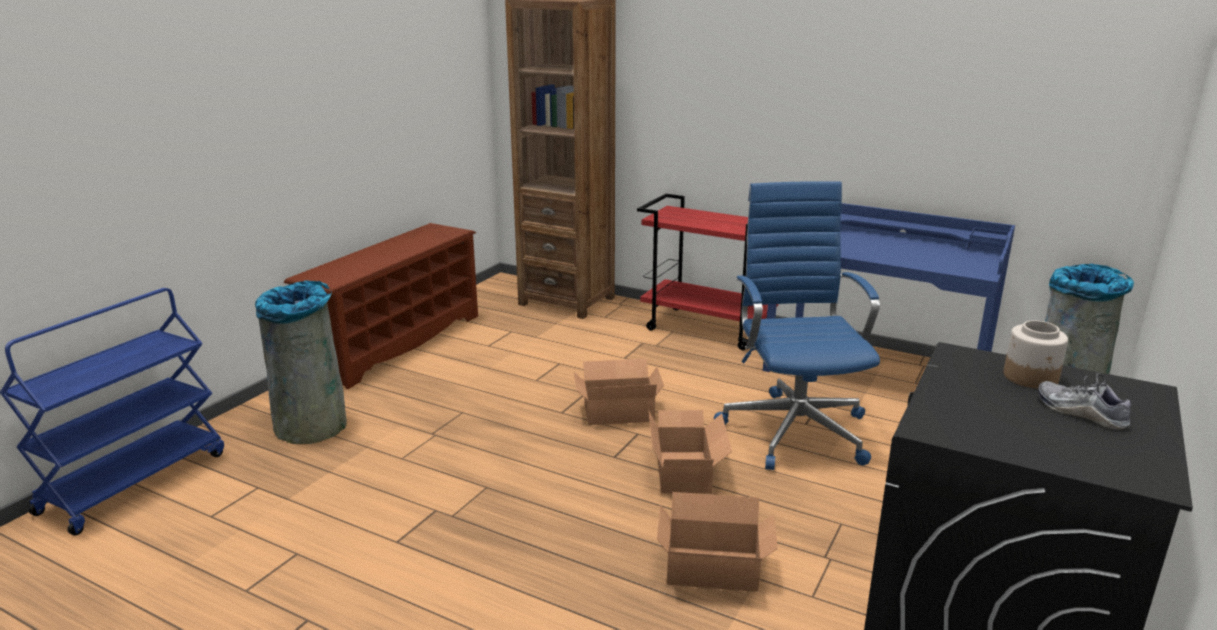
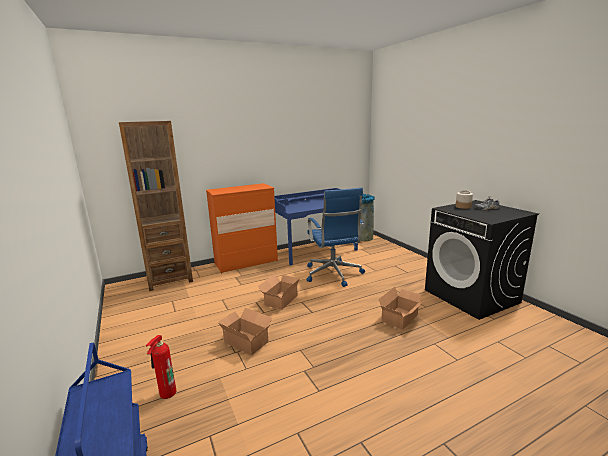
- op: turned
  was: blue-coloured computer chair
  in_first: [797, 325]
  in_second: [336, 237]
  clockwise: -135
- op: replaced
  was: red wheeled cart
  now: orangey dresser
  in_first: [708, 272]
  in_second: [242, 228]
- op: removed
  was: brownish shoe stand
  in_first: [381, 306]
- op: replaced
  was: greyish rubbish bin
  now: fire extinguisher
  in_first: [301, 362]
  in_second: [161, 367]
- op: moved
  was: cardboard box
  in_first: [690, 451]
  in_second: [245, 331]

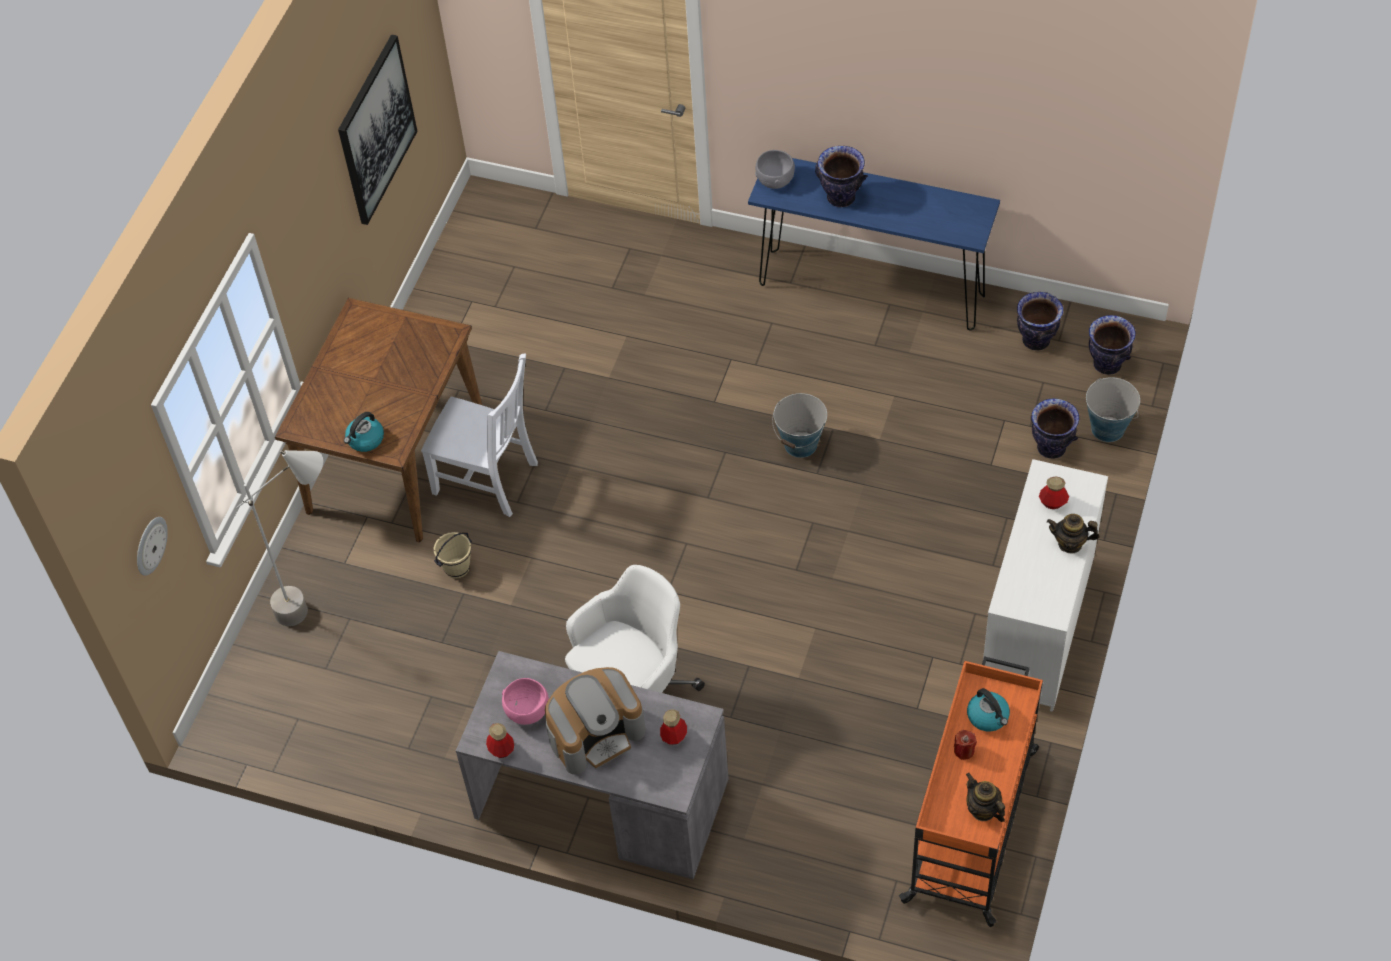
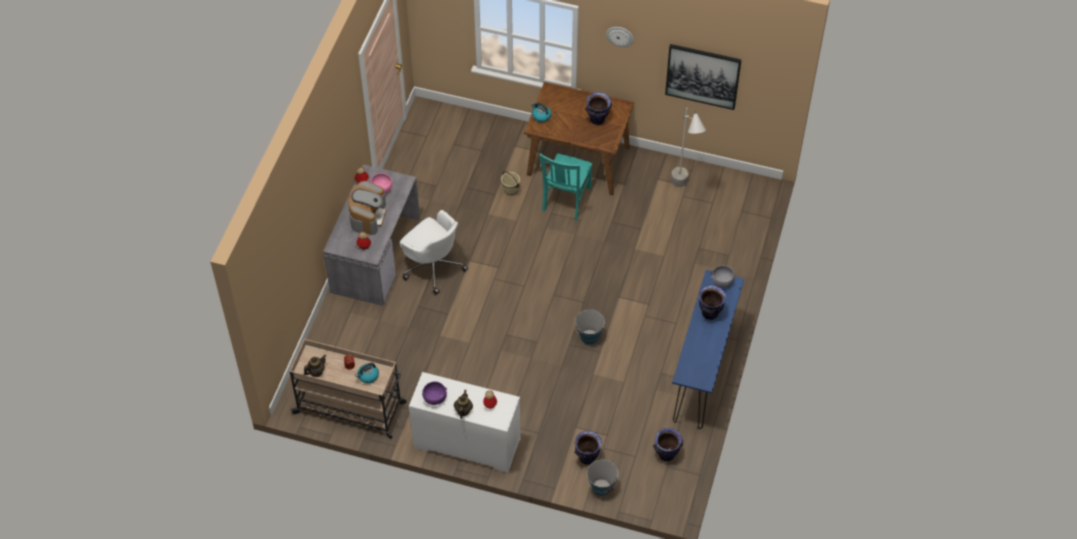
- op: moved
  was: decorative vase
  in_first: [1112, 345]
  in_second: [598, 108]
- op: recoloured
  was: whitish upright chair
  now: turquoise upright chair
  in_first: [479, 435]
  in_second: [565, 186]
- op: moved
  was: greyish floor lamp
  in_first: [279, 538]
  in_second: [688, 147]
- op: moved
  was: wall clock
  in_first: [152, 546]
  in_second: [620, 37]
- op: recoloured
  was: orangey wheeled cart
  now: beige-coloured wheeled cart
  in_first: [971, 791]
  in_second: [348, 389]
- op: turned
  was: coffee brewer
  in_first: [595, 721]
  in_second: [367, 208]
  clockwise: -135
- op: added
  now: purplish deep dish
  in_second: [434, 393]

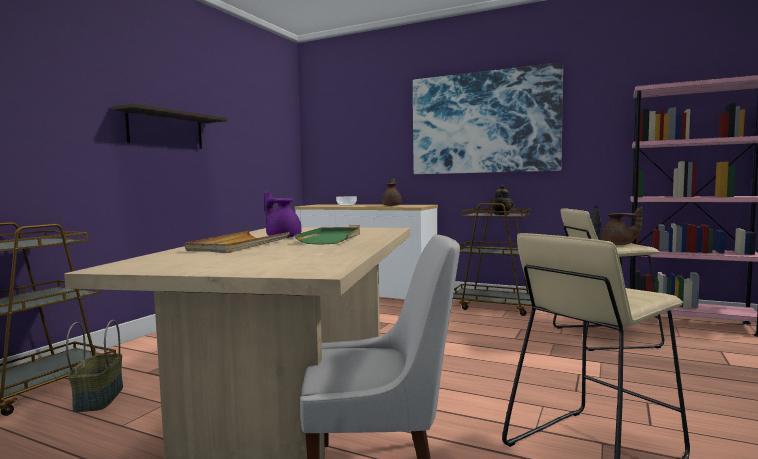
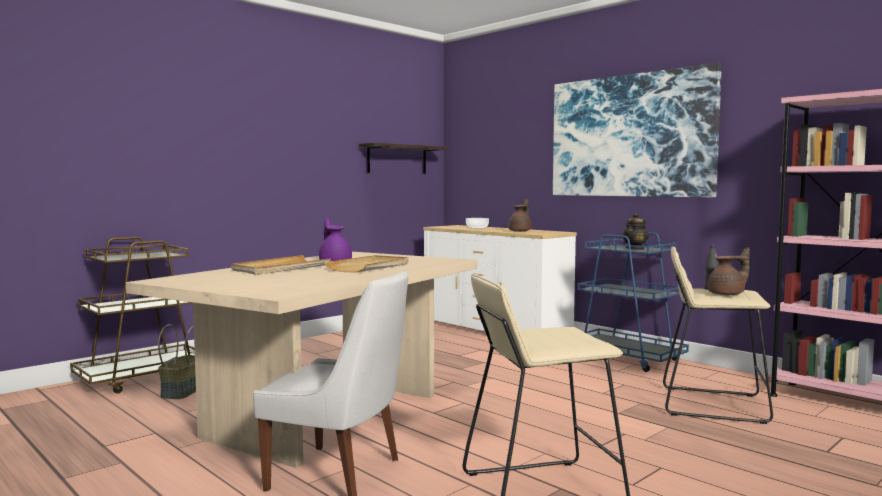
- op: moved
  was: shelf
  in_first: [170, 126]
  in_second: [403, 158]
- op: recoloured
  was: brownish wheeled cart
  now: blue-coloured wheeled cart
  in_first: [494, 259]
  in_second: [633, 302]
- op: turned
  was: brownish tea pot
  in_first: [622, 225]
  in_second: [728, 271]
  clockwise: -60
- op: recoloured
  was: greenish carrying tray
  now: beige-coloured carrying tray
  in_first: [327, 236]
  in_second: [366, 263]

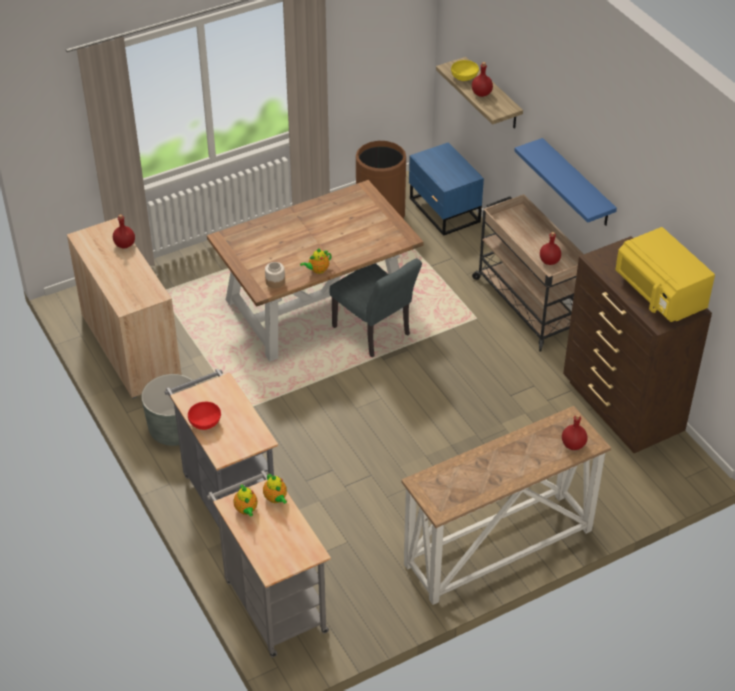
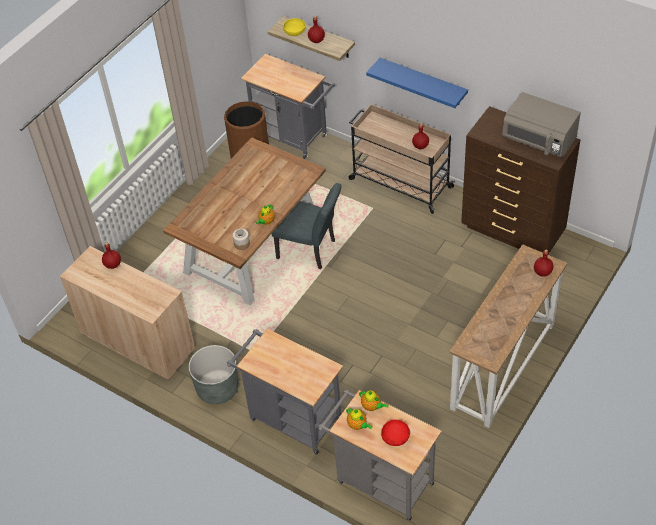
- op: replaced
  was: blue-coloured bedside table
  now: greyish wheeled cart
  in_first: [446, 189]
  in_second: [288, 106]
- op: recoloured
  was: yellowish kitchen microwave
  now: greyish kitchen microwave
  in_first: [665, 274]
  in_second: [541, 124]
- op: moved
  was: red deep dish
  in_first: [204, 416]
  in_second: [395, 433]

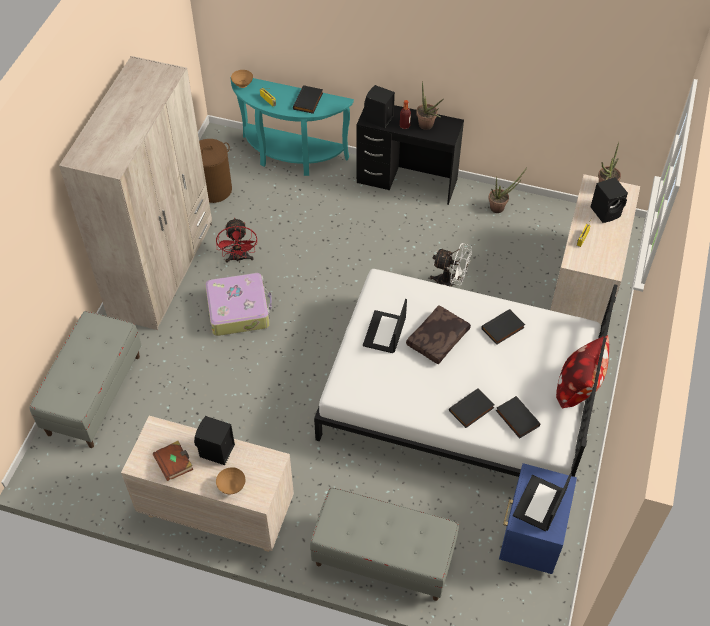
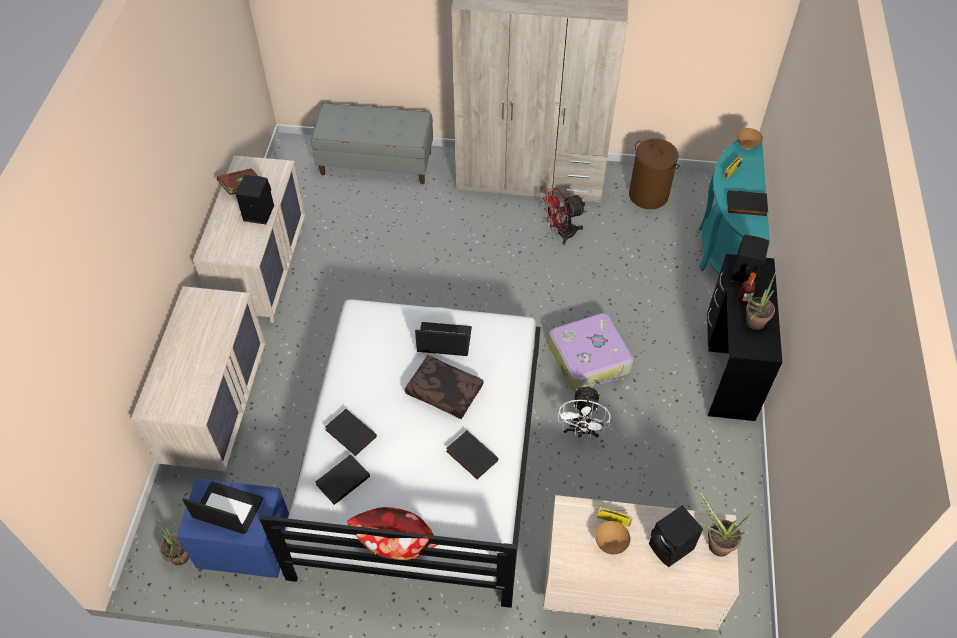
- op: moved
  was: houseplant
  in_first: [507, 190]
  in_second: [172, 542]
- op: moved
  was: suitcase
  in_first: [238, 304]
  in_second: [590, 352]
- op: moved
  was: brownish deep dish
  in_first: [231, 480]
  in_second: [612, 537]
- op: replaced
  was: greyish bench
  now: beige-coloured dresser
  in_first: [384, 544]
  in_second: [198, 380]

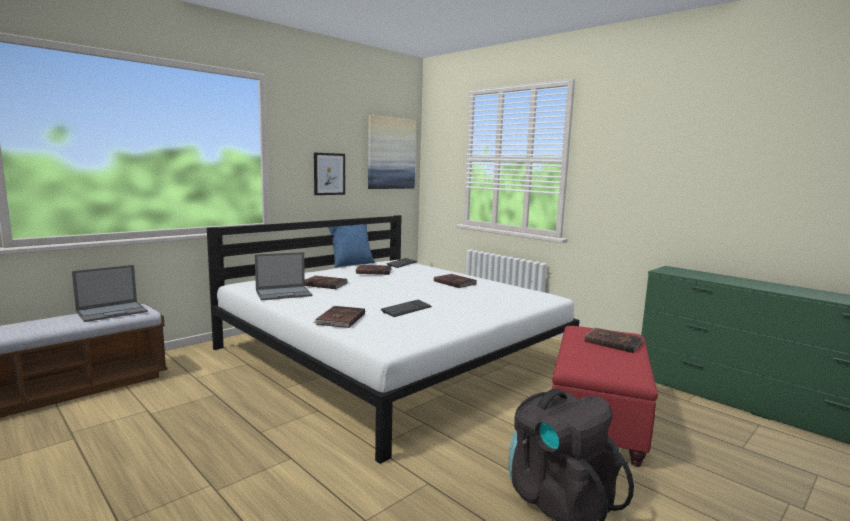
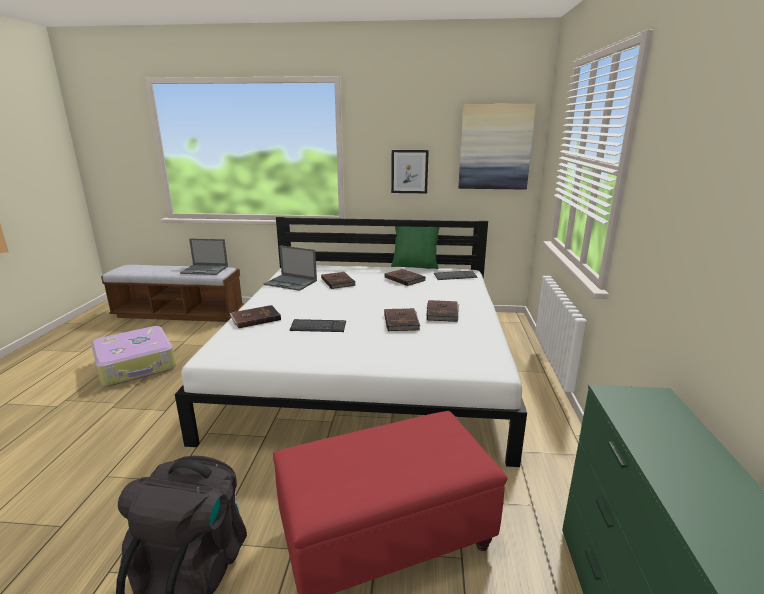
- op: recoloured
  was: blue-coloured cushion
  now: greenish cushion
  in_first: [351, 246]
  in_second: [415, 247]
- op: moved
  was: brownish book
  in_first: [613, 340]
  in_second: [402, 319]
- op: added
  now: suitcase
  in_second: [133, 356]

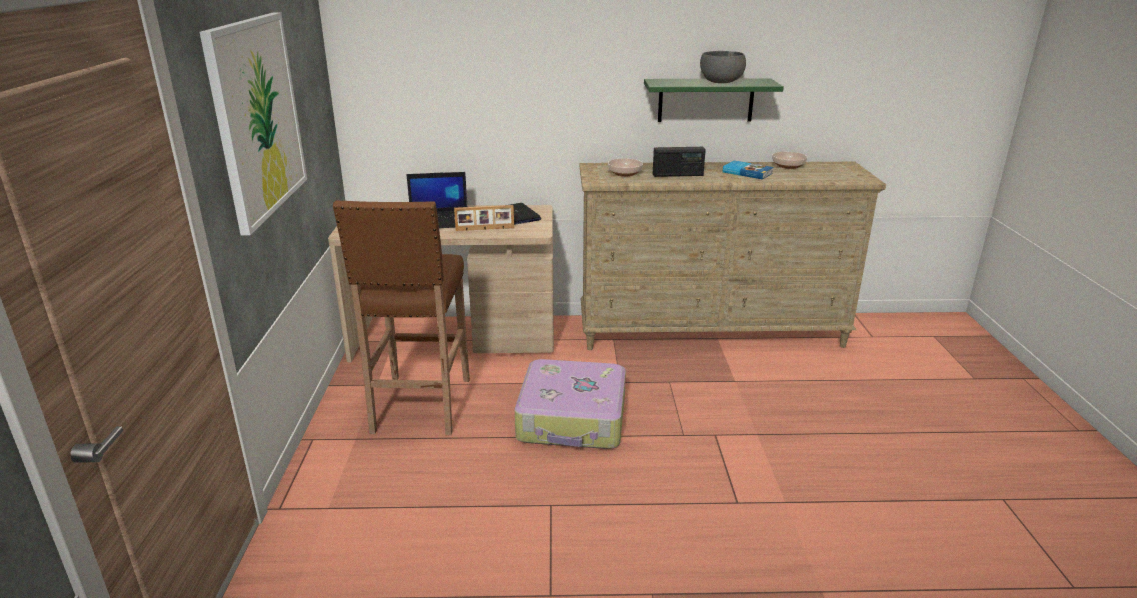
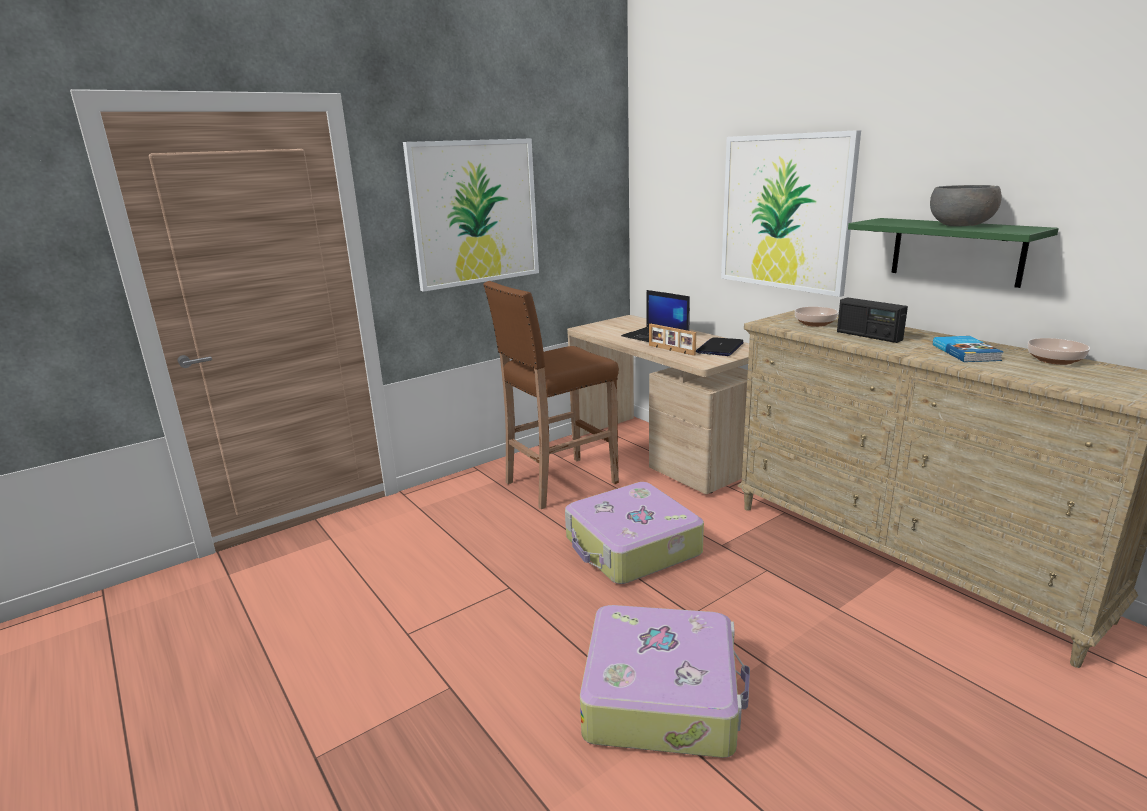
- op: added
  now: wall art
  in_second: [791, 213]
- op: added
  now: suitcase
  in_second: [665, 681]

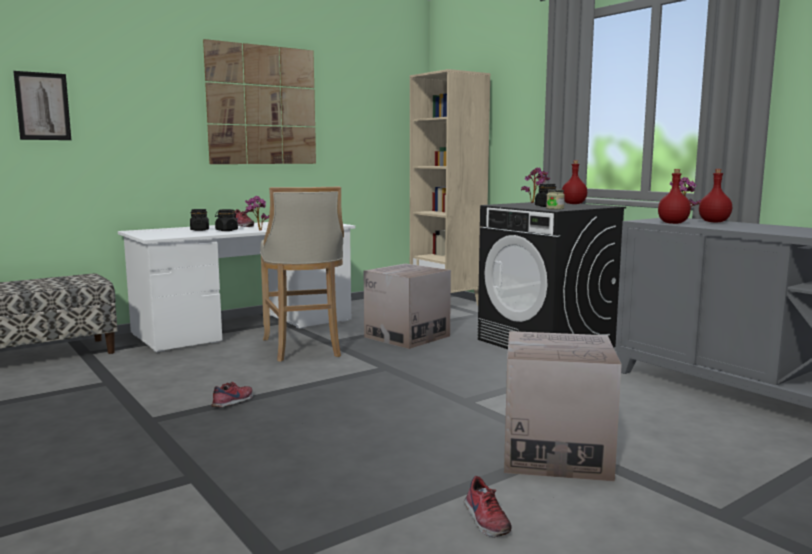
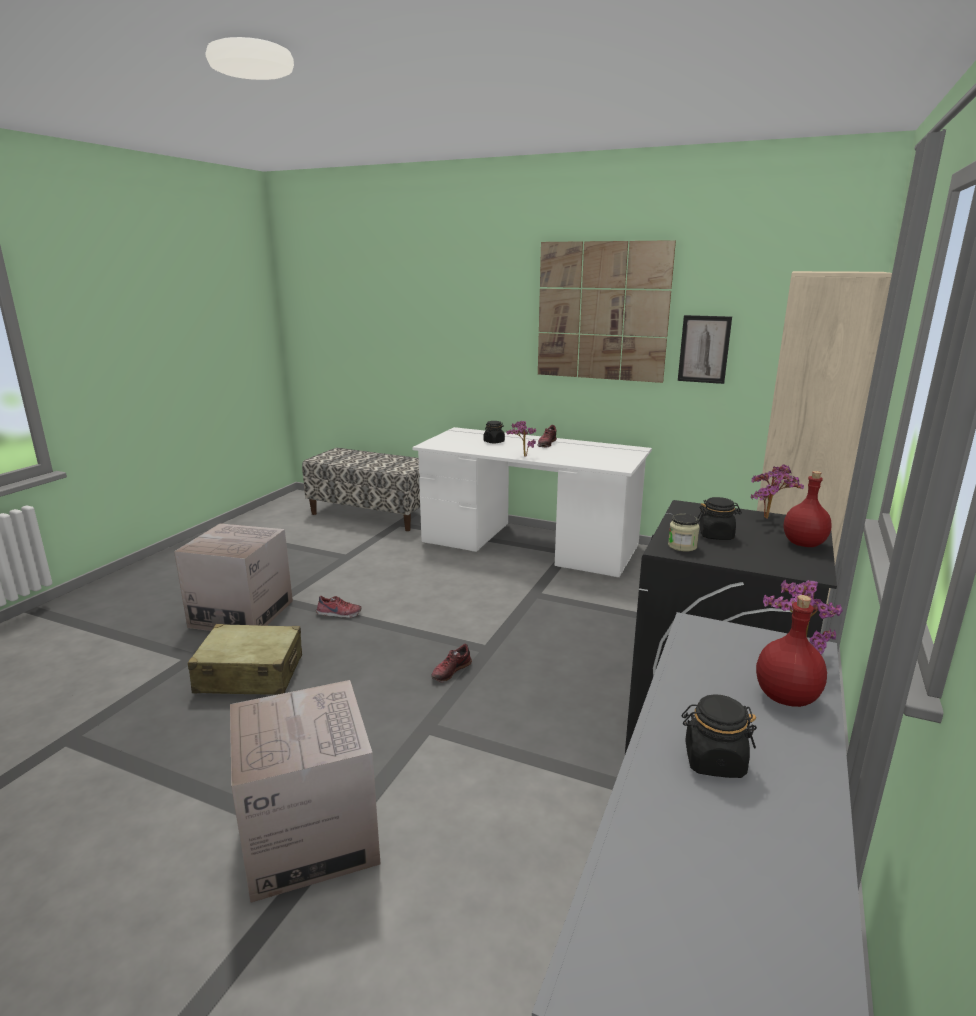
- op: moved
  was: wall art
  in_first: [42, 105]
  in_second: [705, 349]
- op: removed
  was: red bottle
  in_first: [674, 196]
- op: removed
  was: beige-coloured sitting stool
  in_first: [302, 274]
- op: moved
  was: black storage jar
  in_first: [226, 220]
  in_second: [719, 736]
- op: moved
  was: cardboard box
  in_first: [407, 306]
  in_second: [233, 577]
- op: moved
  was: low shoe
  in_first: [487, 507]
  in_second: [451, 663]
- op: added
  now: beige-coloured suitcase
  in_second: [245, 659]

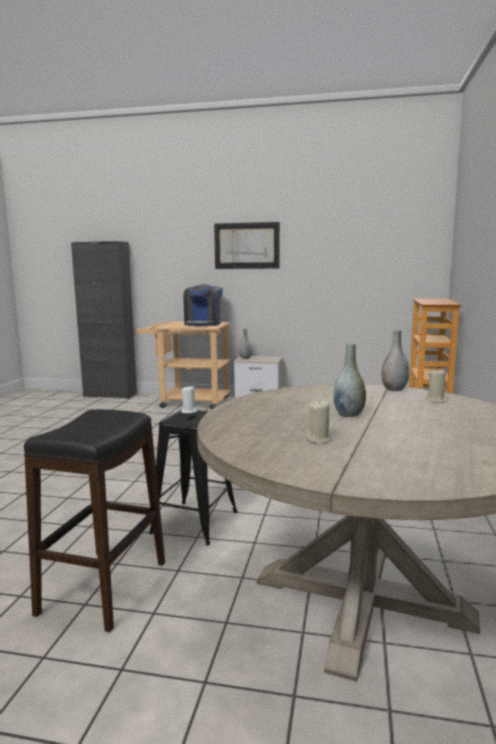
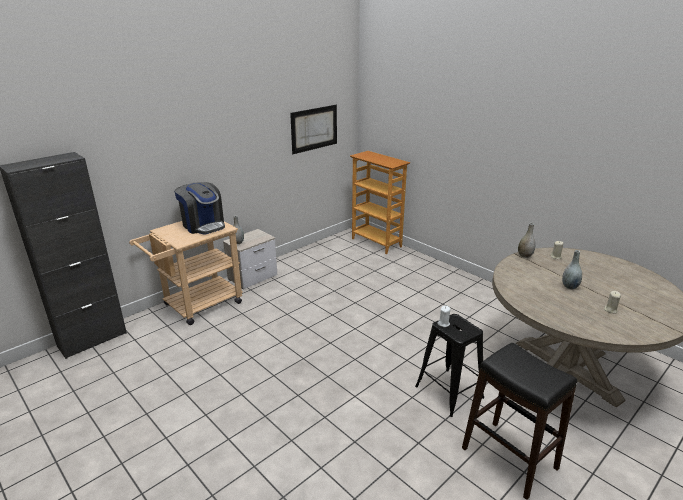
- op: moved
  was: wall art
  in_first: [247, 245]
  in_second: [313, 129]

